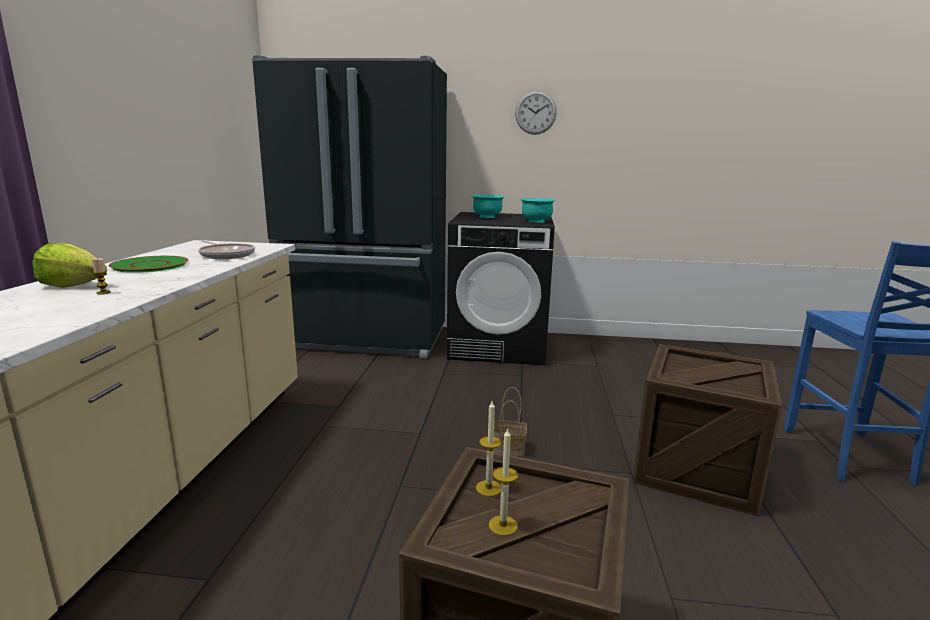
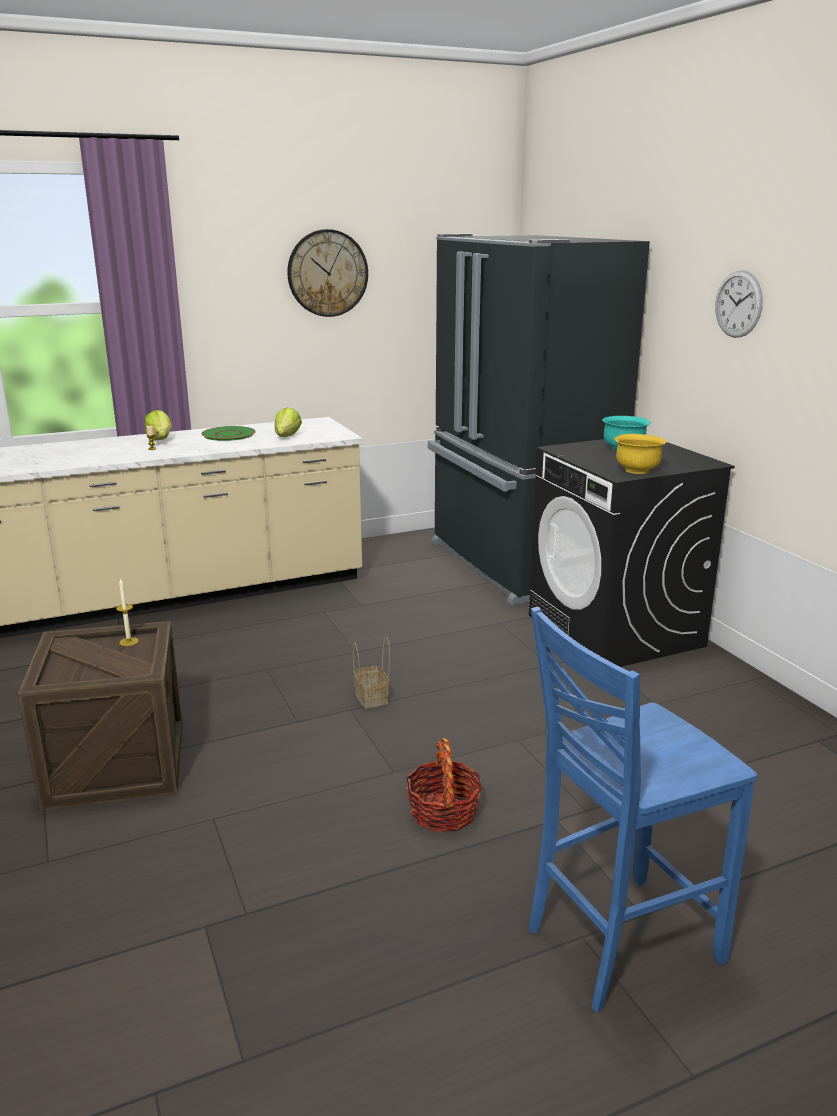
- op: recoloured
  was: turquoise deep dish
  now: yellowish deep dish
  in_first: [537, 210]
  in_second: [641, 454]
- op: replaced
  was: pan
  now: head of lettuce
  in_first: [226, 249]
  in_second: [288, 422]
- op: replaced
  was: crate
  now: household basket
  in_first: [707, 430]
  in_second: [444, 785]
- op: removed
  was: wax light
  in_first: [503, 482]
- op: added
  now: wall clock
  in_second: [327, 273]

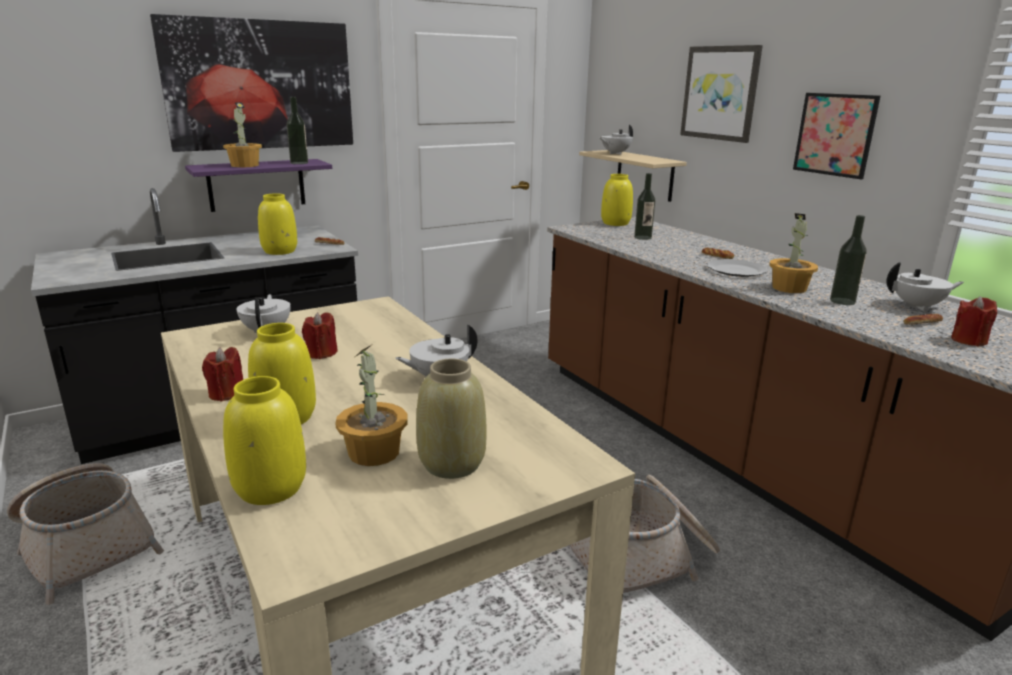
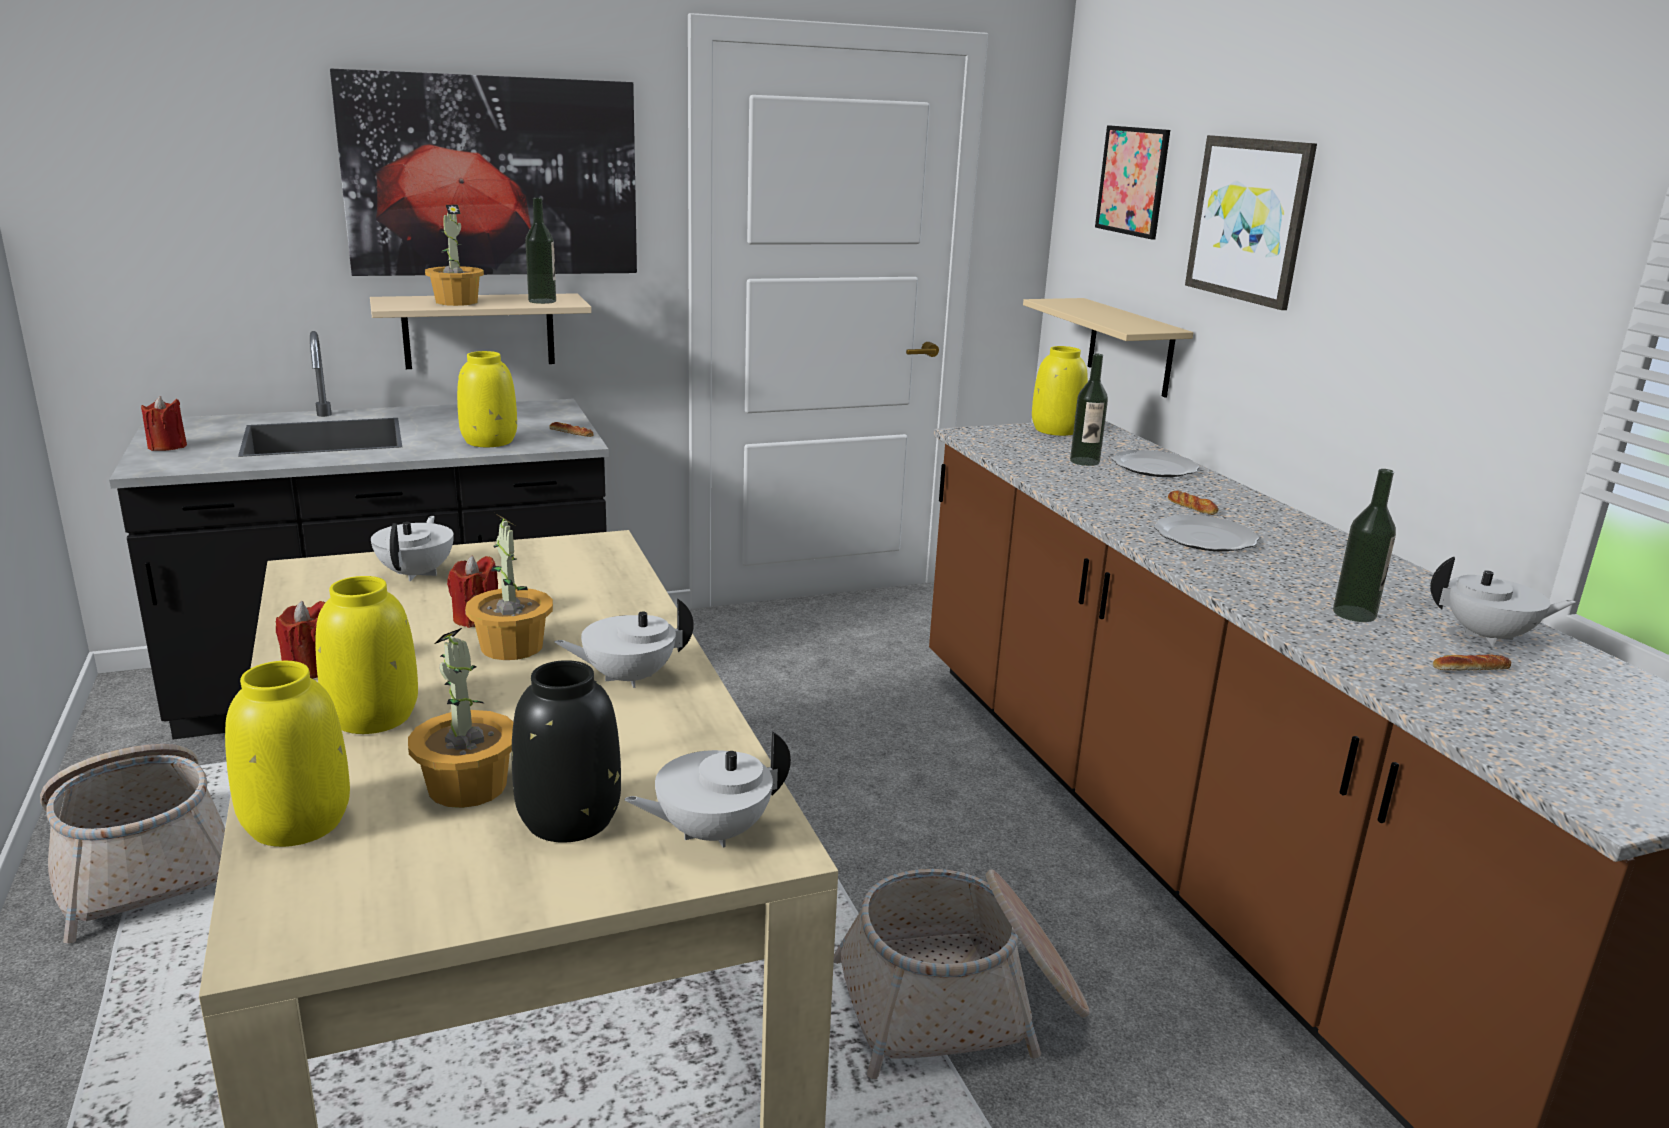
- op: moved
  was: wall art
  in_first: [837, 136]
  in_second: [1132, 182]
- op: moved
  was: whitish tea pot
  in_first: [616, 139]
  in_second: [707, 789]
- op: recoloured
  was: purplish shelf
  now: beige-coloured shelf
  in_first: [258, 185]
  in_second: [481, 331]
- op: moved
  was: houseplant
  in_first: [793, 253]
  in_second: [509, 586]
- op: moved
  was: red wax light
  in_first: [974, 321]
  in_second: [164, 423]
- op: recoloured
  was: beige-coloured decorative vase
  now: black decorative vase
  in_first: [451, 419]
  in_second: [566, 751]
- op: added
  now: dinner plate
  in_second: [1155, 463]

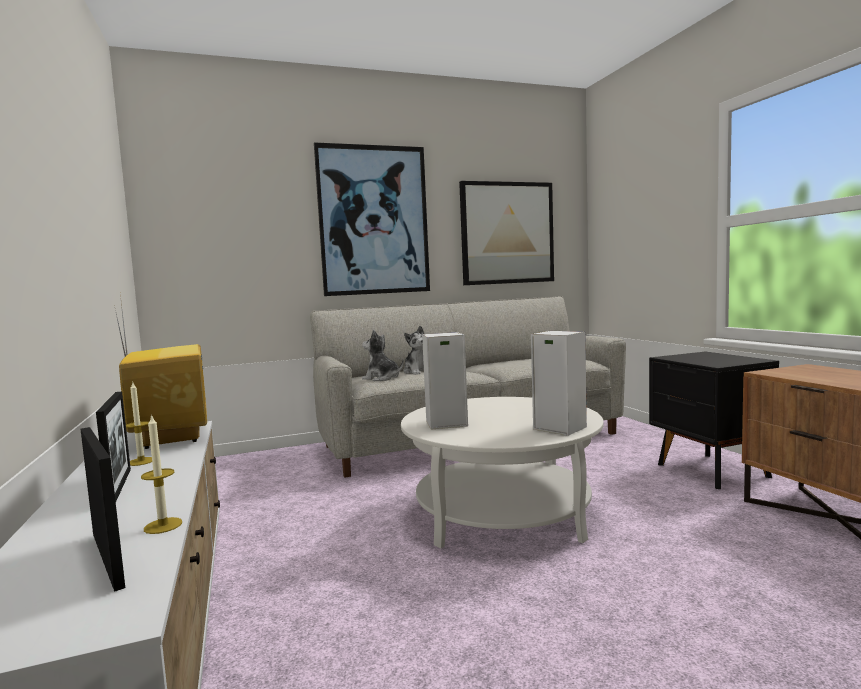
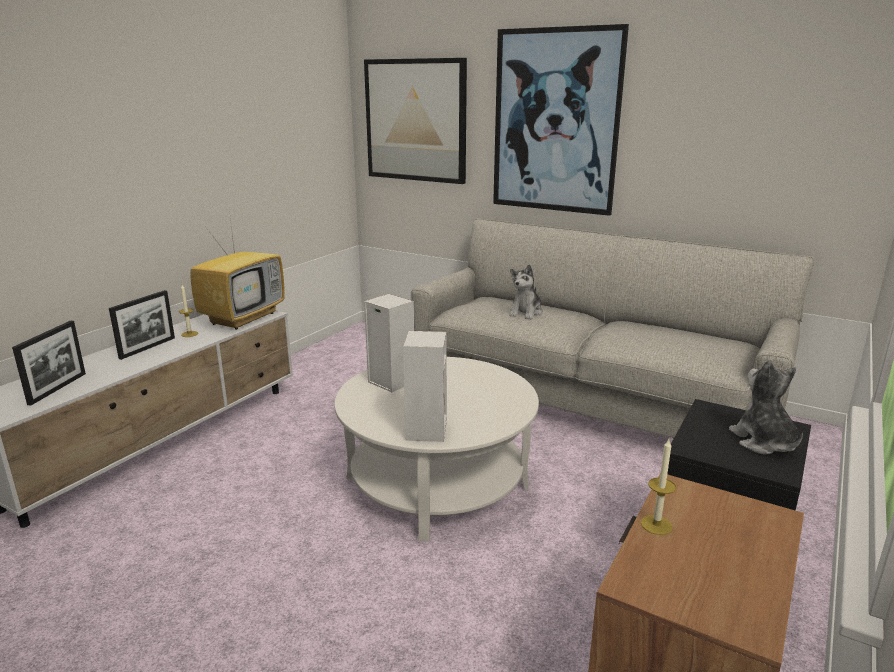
- op: moved
  was: wall art
  in_first: [506, 233]
  in_second: [415, 121]
- op: moved
  was: soft toy
  in_first: [383, 355]
  in_second: [766, 407]
- op: moved
  was: wax light
  in_first: [161, 474]
  in_second: [658, 487]

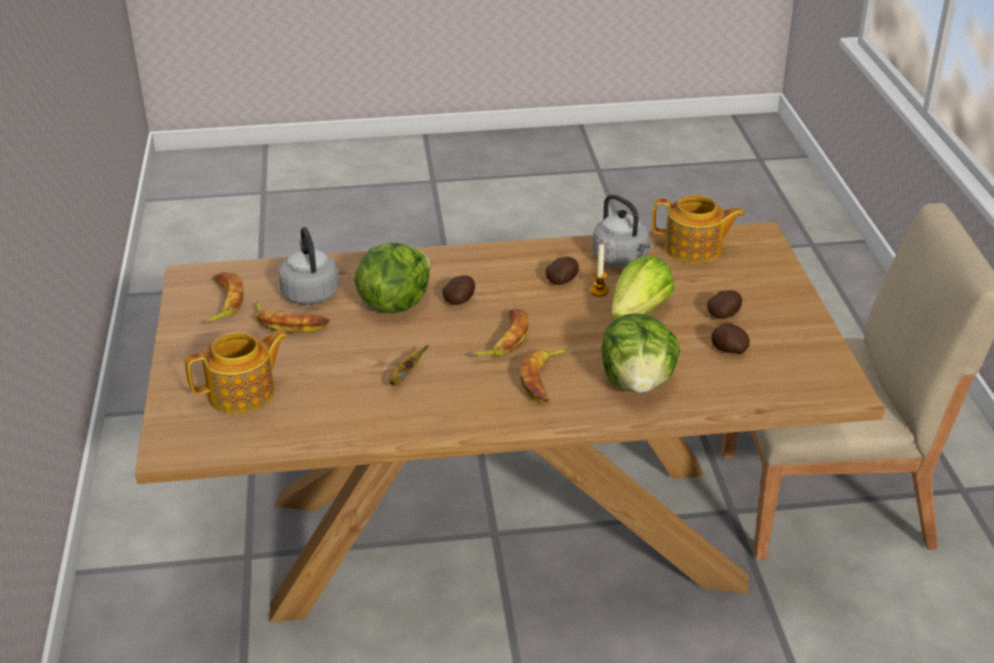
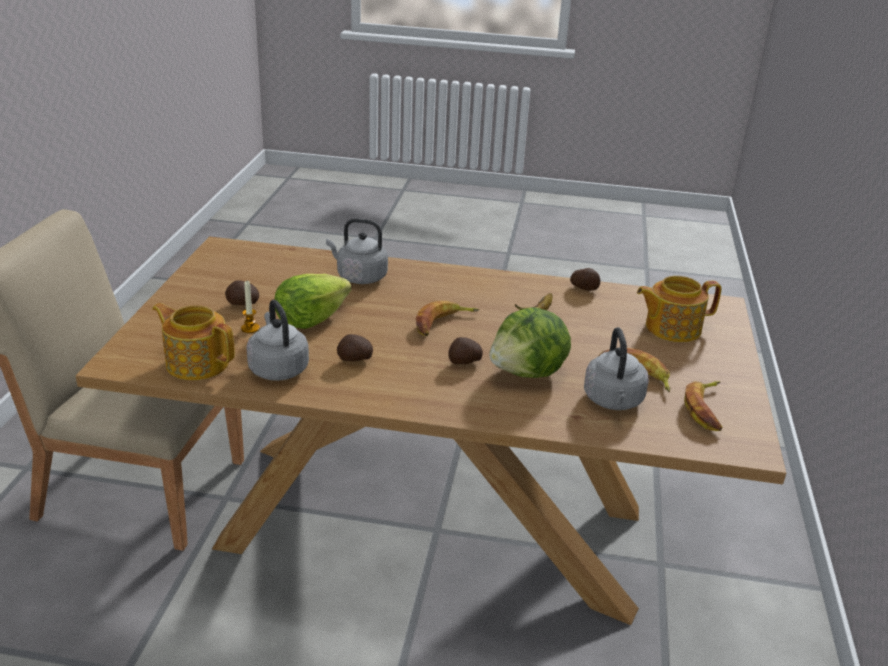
- op: moved
  was: wax light
  in_first: [599, 269]
  in_second: [250, 307]
- op: replaced
  was: head of lettuce
  now: greyish water kettle
  in_first: [640, 353]
  in_second: [357, 251]
- op: moved
  was: potato
  in_first: [730, 338]
  in_second: [585, 279]
- op: removed
  was: banana fruit
  in_first: [544, 375]

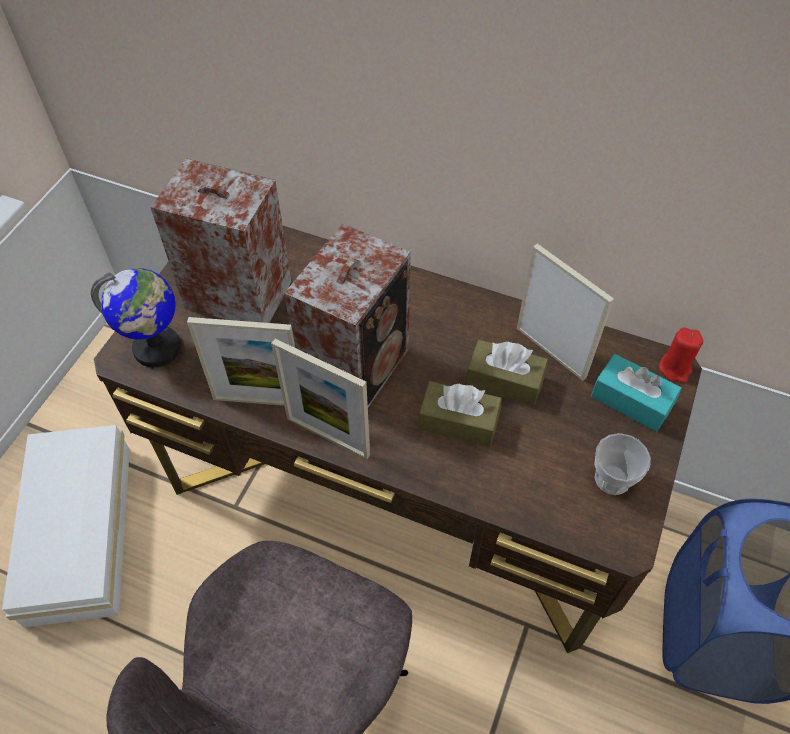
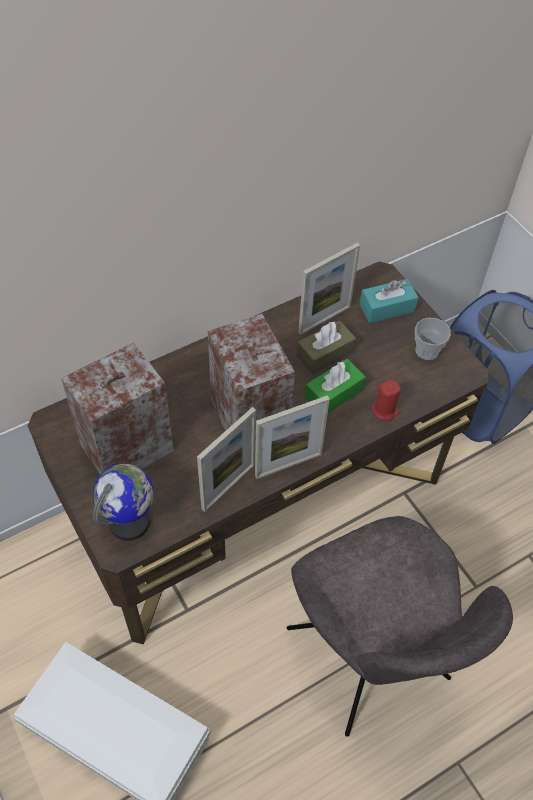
- op: turned
  was: picture frame
  in_first: [565, 312]
  in_second: [329, 288]
  clockwise: 150
- op: moved
  was: red wax light
  in_first: [681, 355]
  in_second: [386, 400]
- op: recoloured
  was: brownish box of tissues
  now: greenish box of tissues
  in_first: [460, 414]
  in_second: [335, 386]

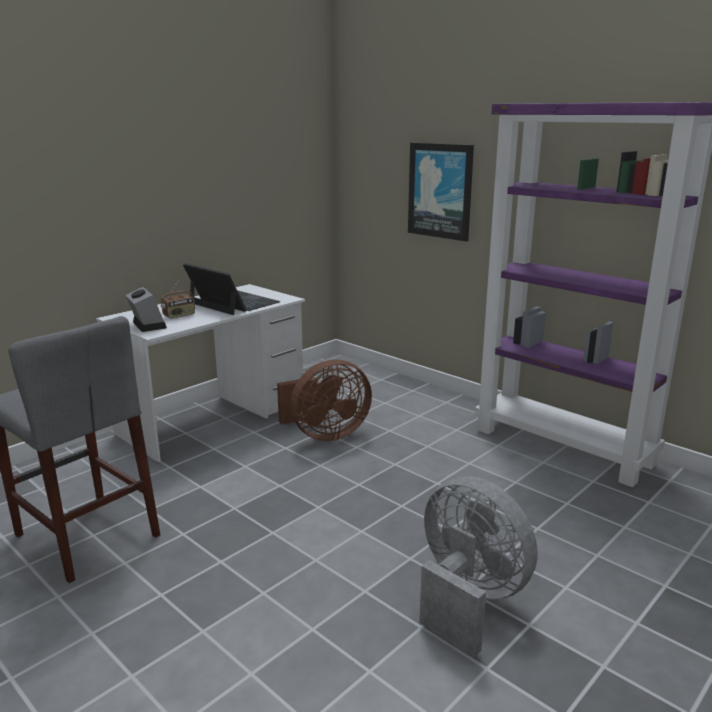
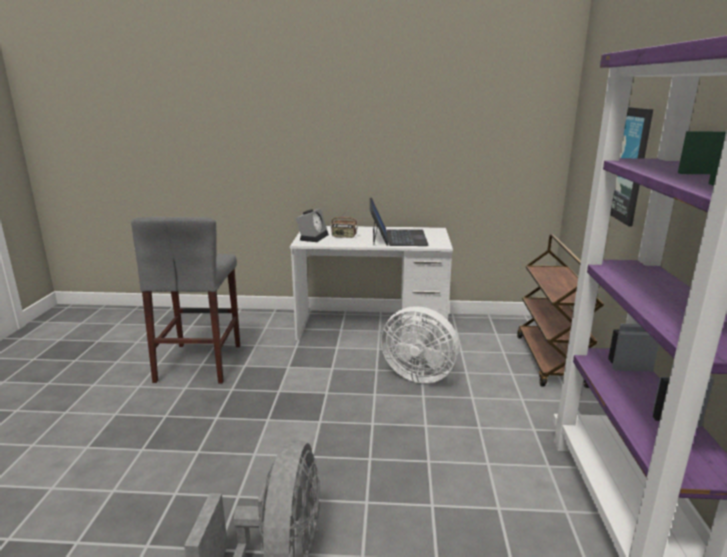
- op: recoloured
  was: brownish fan
  now: whitish fan
  in_first: [324, 400]
  in_second: [420, 344]
- op: added
  now: brownish wheeled cart
  in_second: [560, 311]

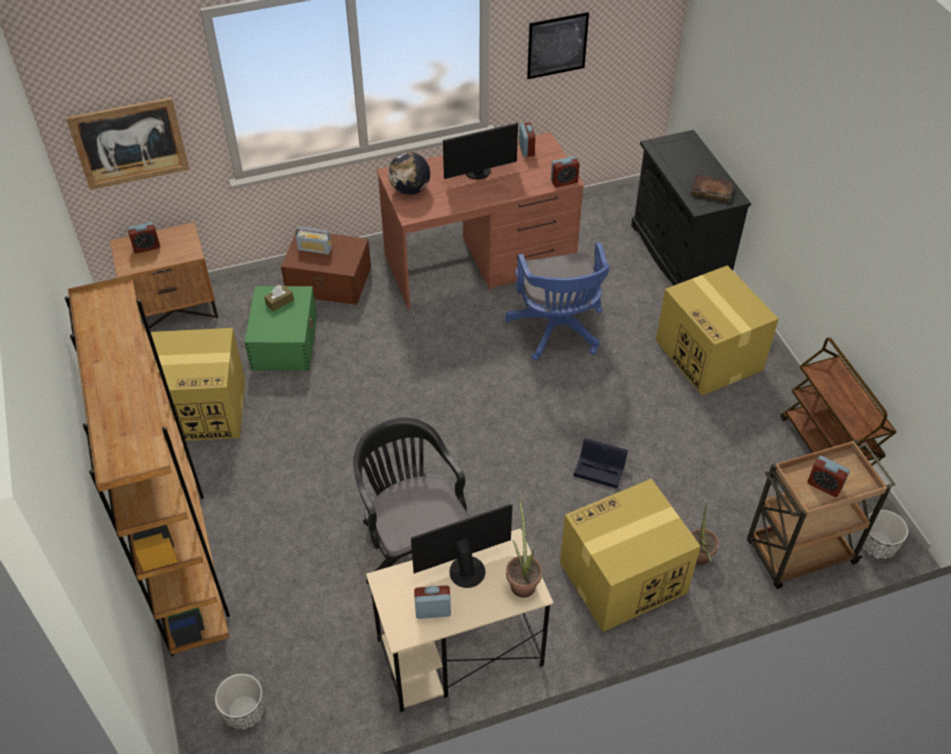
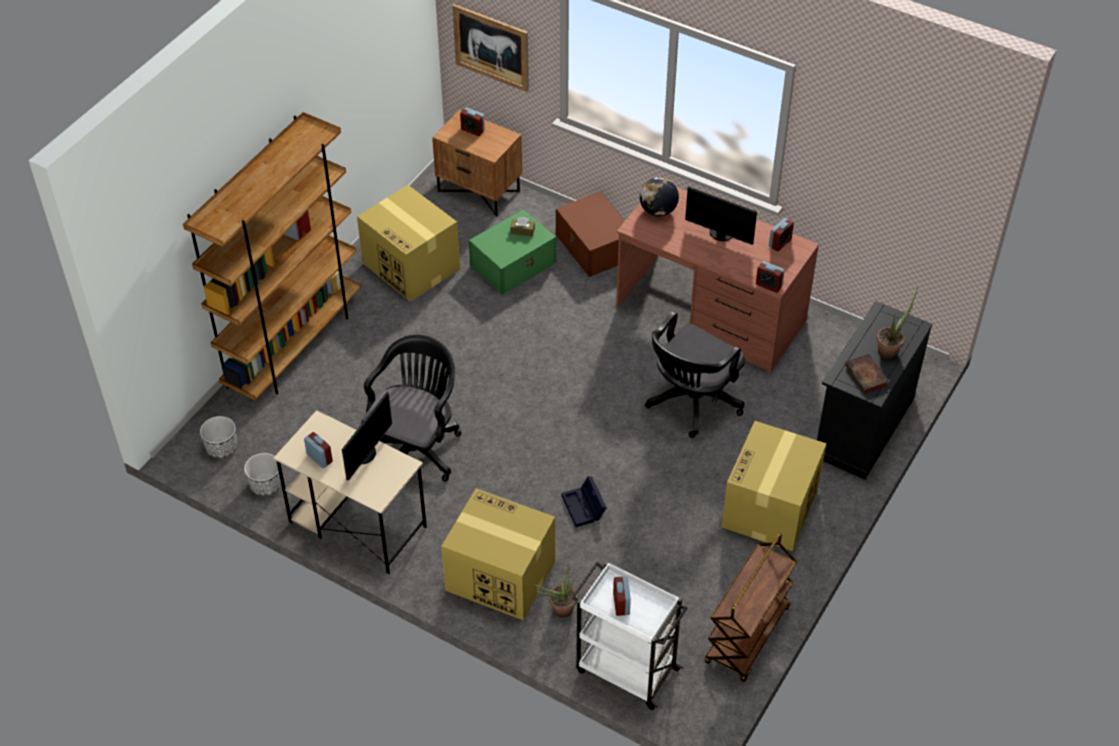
- op: removed
  was: wall art
  in_first: [558, 45]
- op: removed
  was: radio set
  in_first: [314, 240]
- op: recoloured
  was: blue-coloured computer chair
  now: black computer chair
  in_first: [557, 301]
  in_second: [695, 374]
- op: recoloured
  was: brownish wheeled cart
  now: whitish wheeled cart
  in_first: [821, 514]
  in_second: [630, 635]
- op: moved
  was: houseplant
  in_first: [524, 548]
  in_second: [897, 323]
- op: turned
  was: computer screen
  in_first: [461, 546]
  in_second: [367, 435]
  clockwise: 90
- op: moved
  was: flower pot
  in_first: [883, 535]
  in_second: [262, 474]

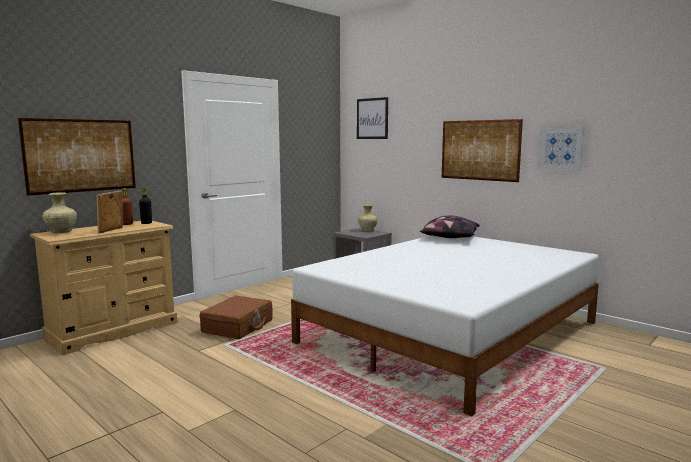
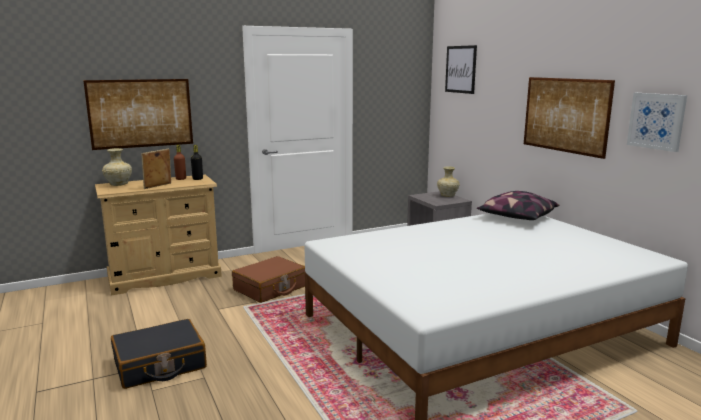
- op: added
  now: black suitcase
  in_second: [159, 354]

